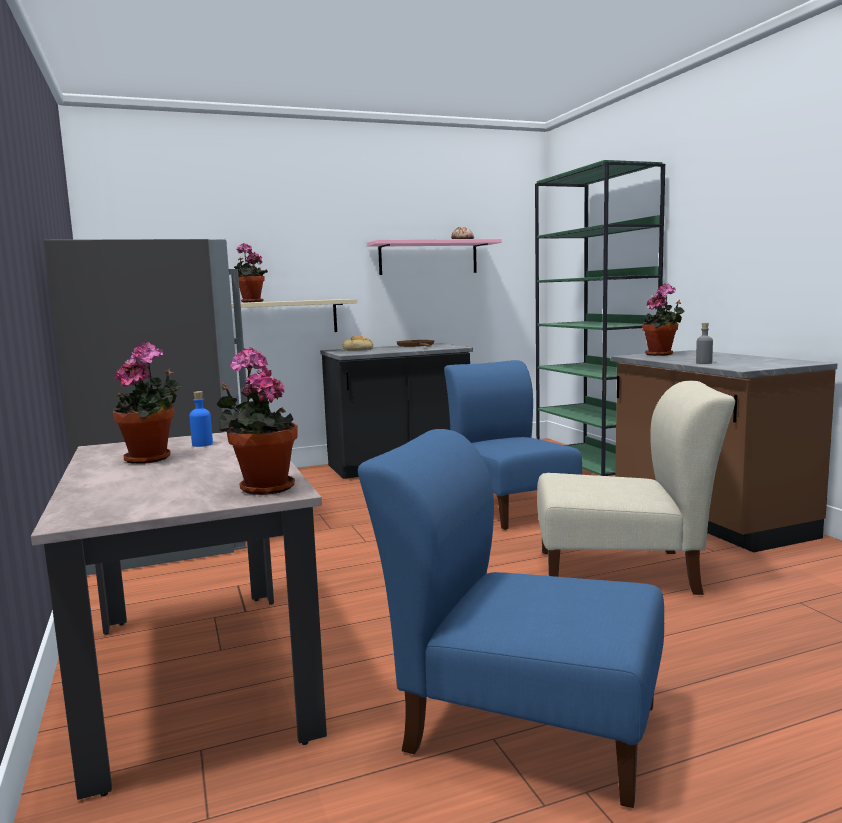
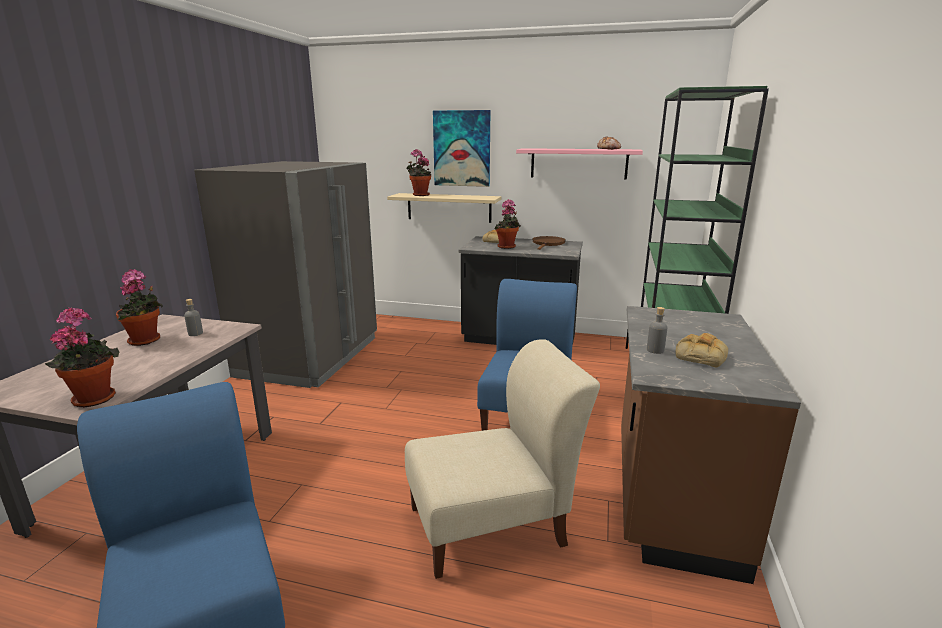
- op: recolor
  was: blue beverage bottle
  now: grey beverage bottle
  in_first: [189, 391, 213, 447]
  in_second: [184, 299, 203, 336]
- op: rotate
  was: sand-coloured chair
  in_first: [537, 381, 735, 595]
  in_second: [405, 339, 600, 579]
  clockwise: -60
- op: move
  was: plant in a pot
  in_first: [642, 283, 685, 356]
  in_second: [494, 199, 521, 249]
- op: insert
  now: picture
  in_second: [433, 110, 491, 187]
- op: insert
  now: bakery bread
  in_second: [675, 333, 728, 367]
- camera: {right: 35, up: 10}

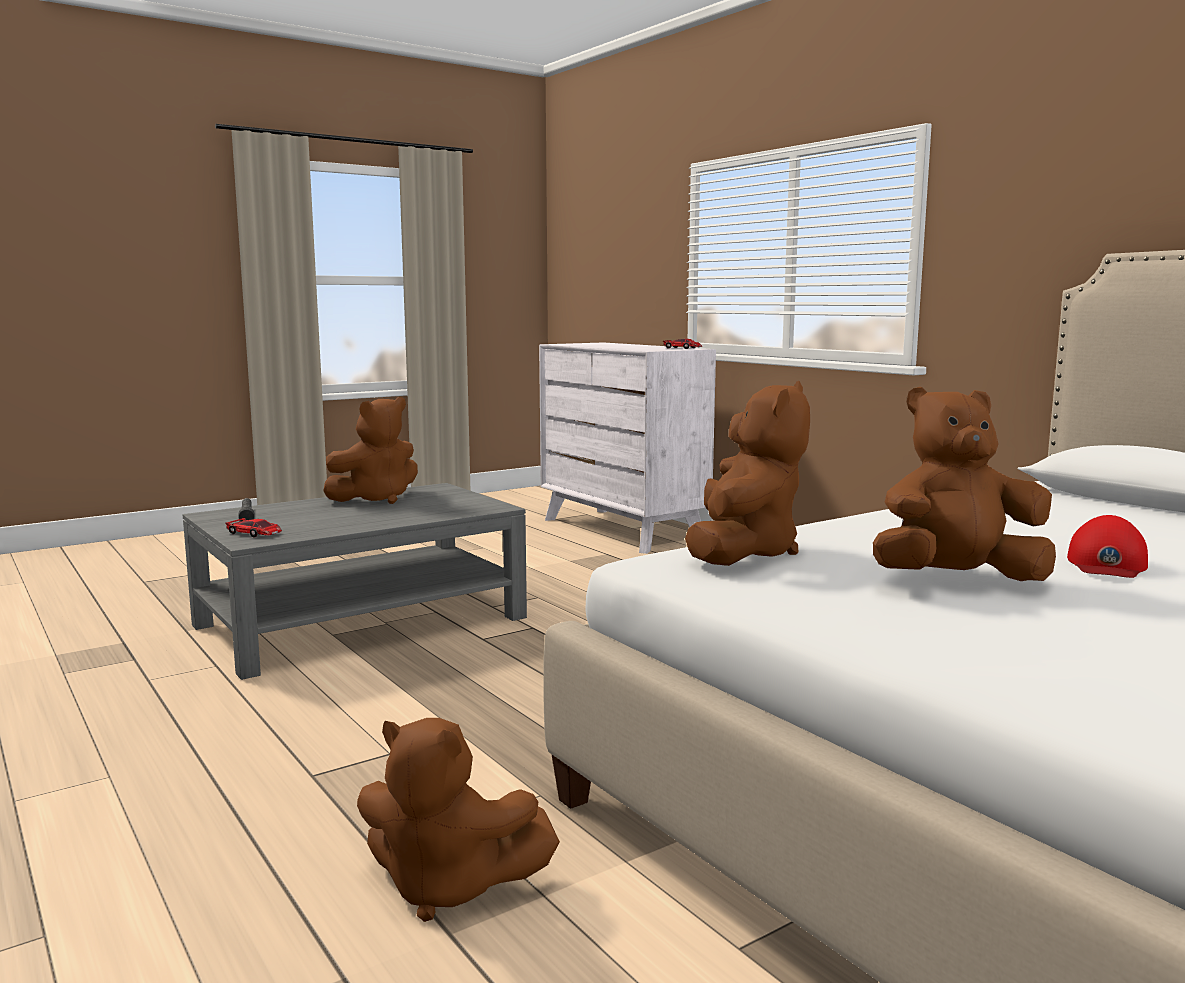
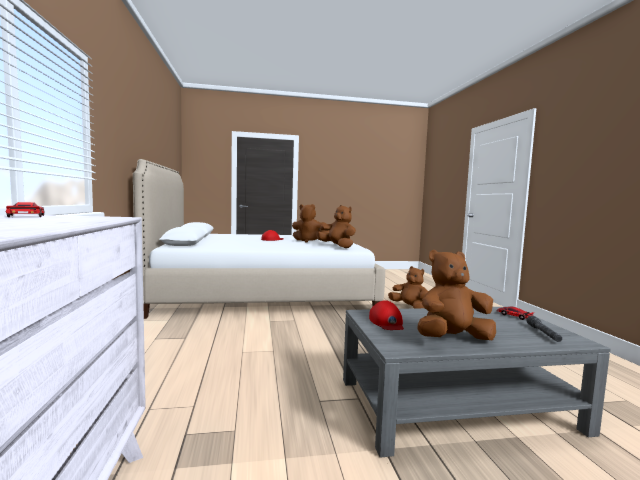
- op: rotate
  was: brown-coloured soft toy
  in_first: [685, 381, 810, 566]
  in_second: [316, 205, 356, 248]
  clockwise: 90
- op: insert
  now: red-coloured baseball cap
  in_second: [369, 300, 404, 330]
- camera: {right: -155, up: -5}

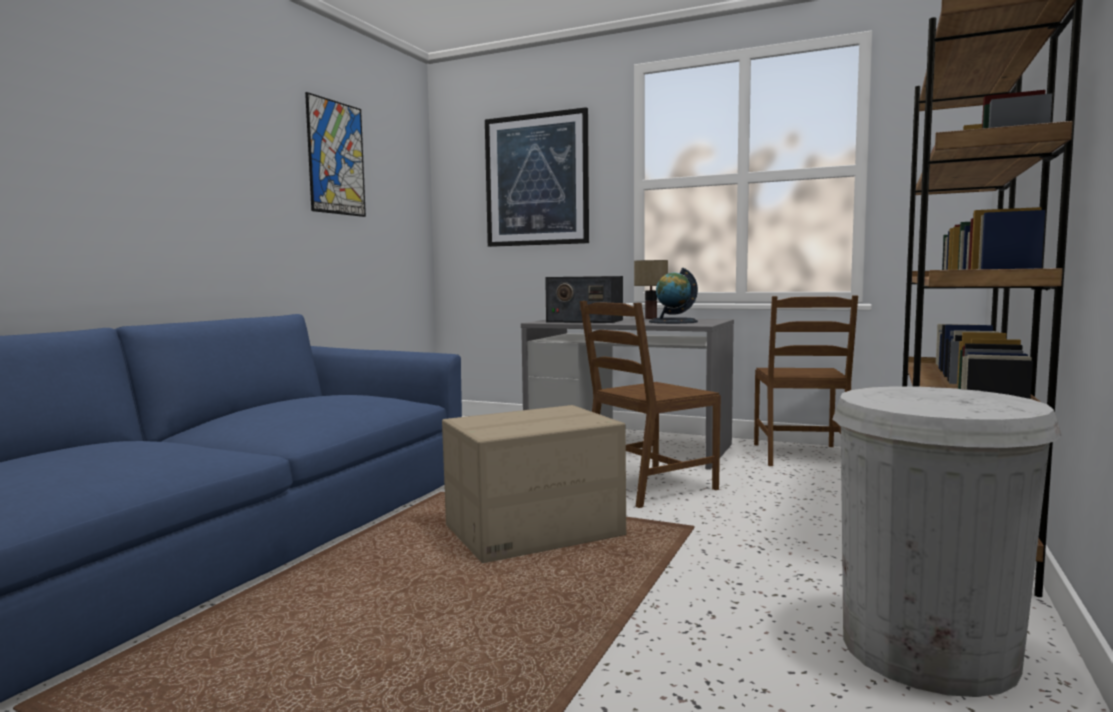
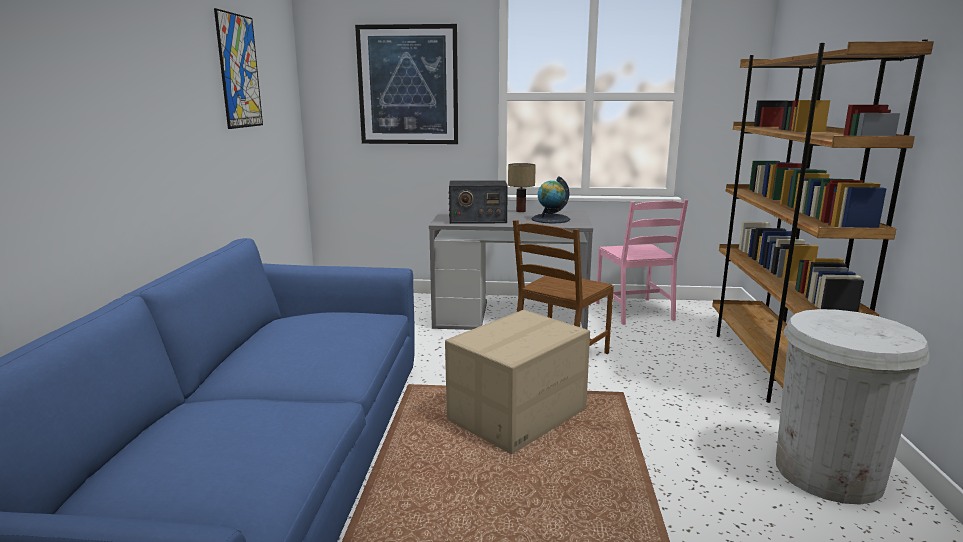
- op: recolor
  was: brown-coloured chair
  now: pinkish chair
  in_first: [754, 296, 858, 466]
  in_second: [596, 199, 688, 325]
- camera: {right: -20, up: 10}

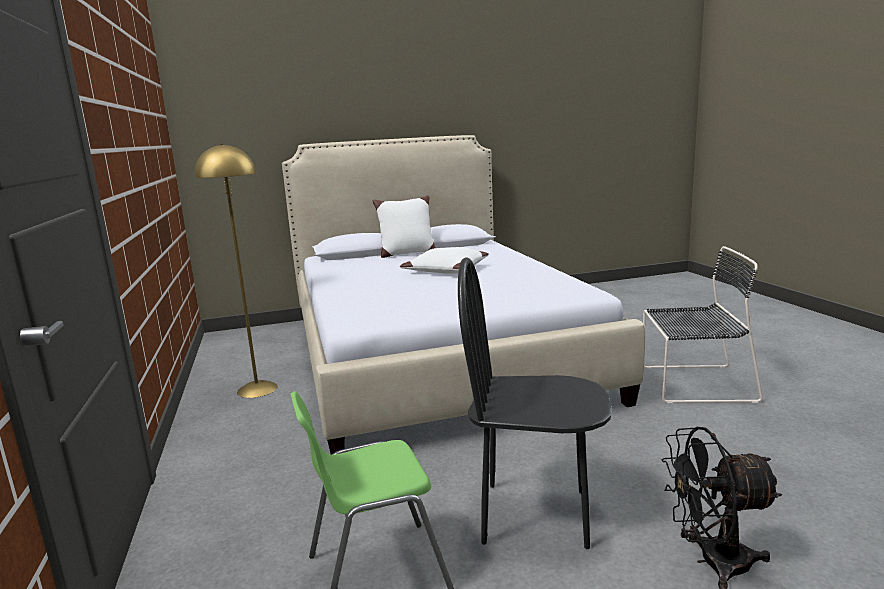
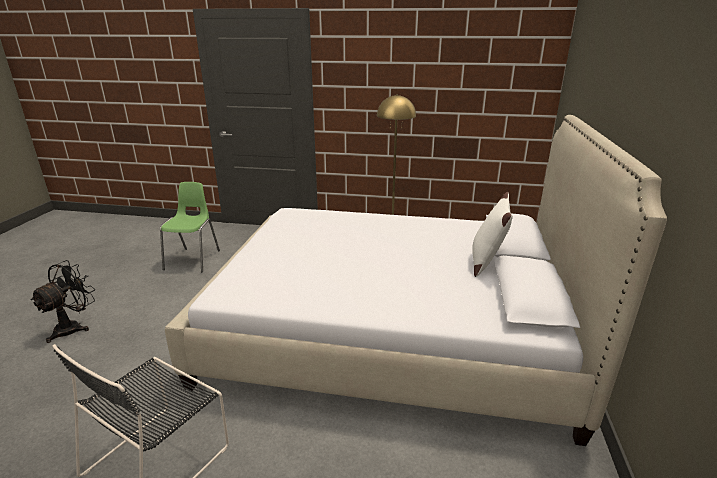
- op: delete
  was: whitish pillow
  in_first: [400, 247, 489, 274]
- op: delete
  was: blackish chair
  in_first: [458, 257, 612, 549]
- camera: {right: 115, up: 10}

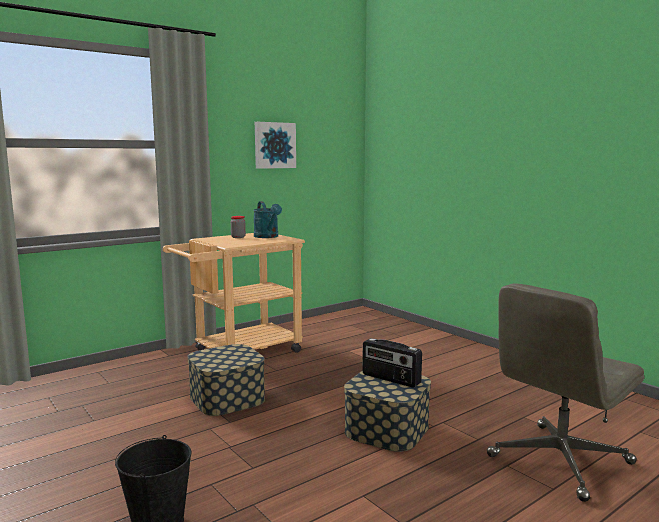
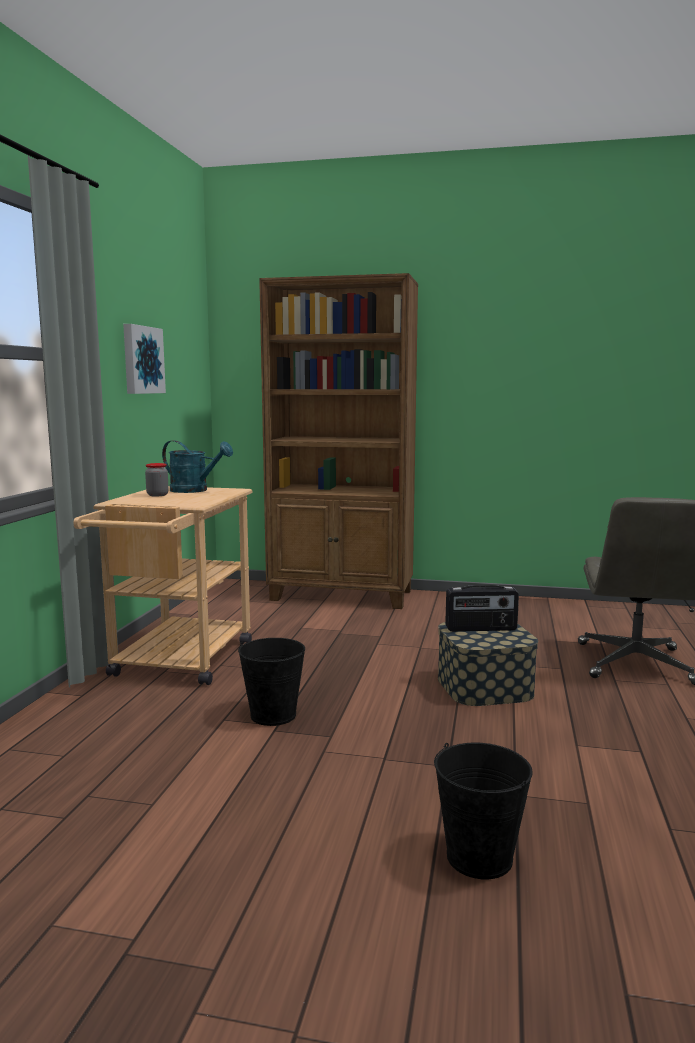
- op: replace
  was: storage box
  now: blackish pail
  in_first: [187, 344, 265, 416]
  in_second: [238, 638, 305, 726]
- op: insert
  now: brown-coloured bookcase
  in_second: [259, 273, 418, 609]
- camera: {right: -40, up: 0}

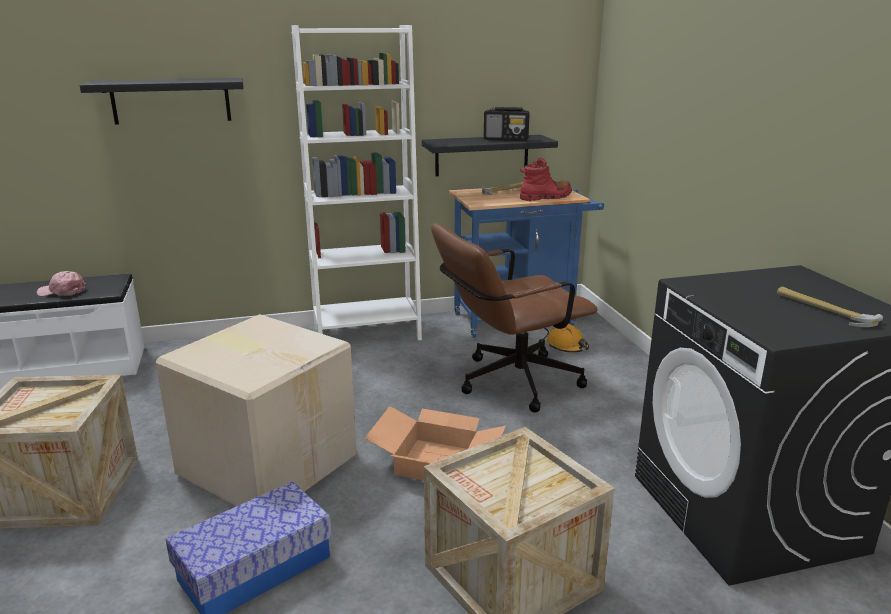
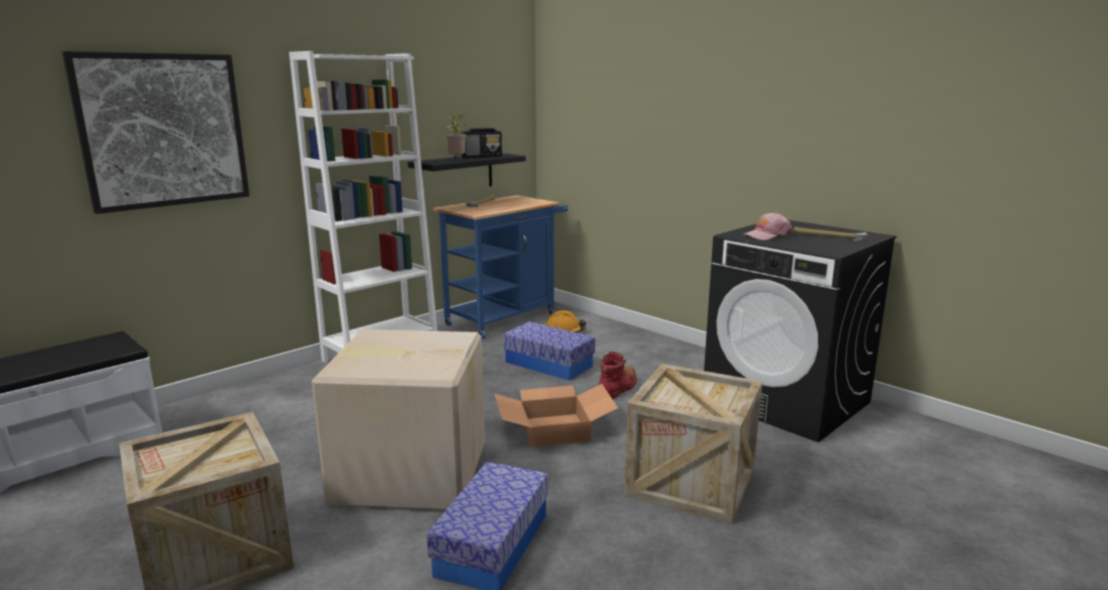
- op: move
  was: pinkish baseball cap
  in_first: [37, 271, 86, 296]
  in_second: [743, 212, 793, 240]
- op: replace
  was: blackish shelf
  now: picture
  in_first: [80, 78, 243, 125]
  in_second: [62, 51, 250, 214]
- op: replace
  was: brown-coloured desk chair
  now: storage box
  in_first: [431, 223, 598, 413]
  in_second: [503, 321, 595, 381]
- op: move
  was: red-coloured high-top boot
  in_first: [520, 158, 572, 202]
  in_second: [598, 352, 637, 400]
- op: insert
  now: plant in a pot
  in_second: [446, 115, 466, 159]
- camera: {right: -30, up: -5}

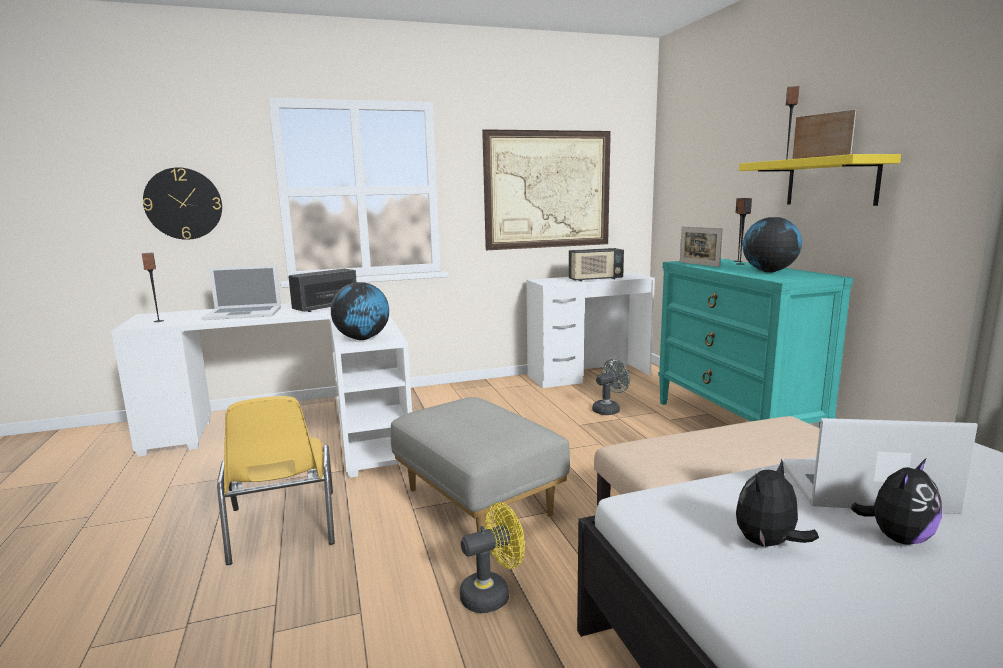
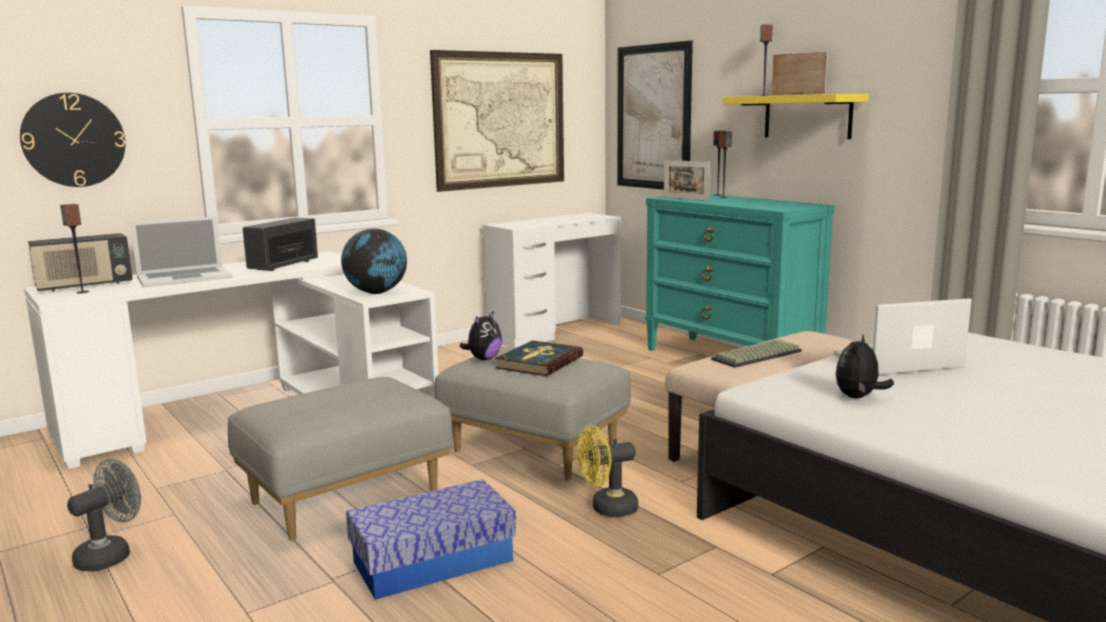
- op: replace
  was: yellow chair
  now: grey pouffe
  in_first: [217, 396, 335, 565]
  in_second: [228, 377, 453, 541]
- op: rotate
  was: yellow fan
  in_first: [460, 502, 525, 613]
  in_second: [577, 425, 638, 517]
  clockwise: -150
- op: move
  was: radio
  in_first: [569, 248, 624, 282]
  in_second: [28, 233, 133, 292]
- op: move
  was: grey fan
  in_first: [592, 359, 630, 415]
  in_second: [67, 459, 141, 571]
- op: delete
  was: world globe
  in_first: [743, 217, 802, 272]
- op: move
  was: soft toy
  in_first: [851, 459, 942, 545]
  in_second: [459, 310, 502, 360]
- op: insert
  now: storage box
  in_second: [346, 479, 516, 600]
- op: insert
  now: book
  in_second: [495, 340, 583, 376]
- op: insert
  now: picture
  in_second: [617, 40, 693, 189]
- op: insert
  now: computer keyboard
  in_second: [711, 340, 802, 368]
- camera: {right: -20, up: 0}

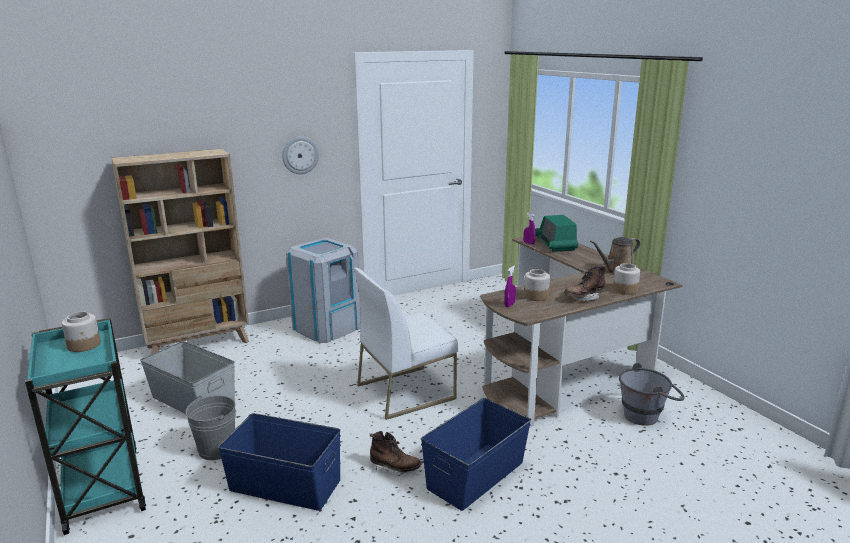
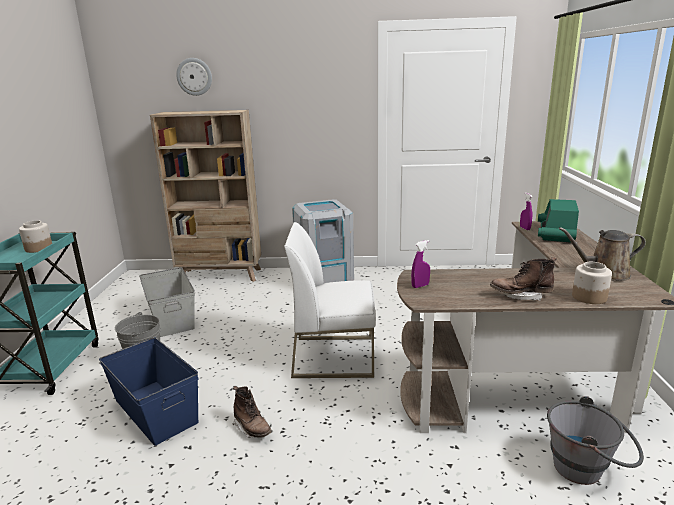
- op: move
  was: wall clock
  in_first: [282, 136, 319, 174]
  in_second: [176, 58, 212, 96]
- op: delete
  was: blue storage box
  in_first: [421, 398, 531, 511]
- op: delete
  was: preserve jar
  in_first: [524, 269, 550, 301]
- camera: {right: 30, up: 0}

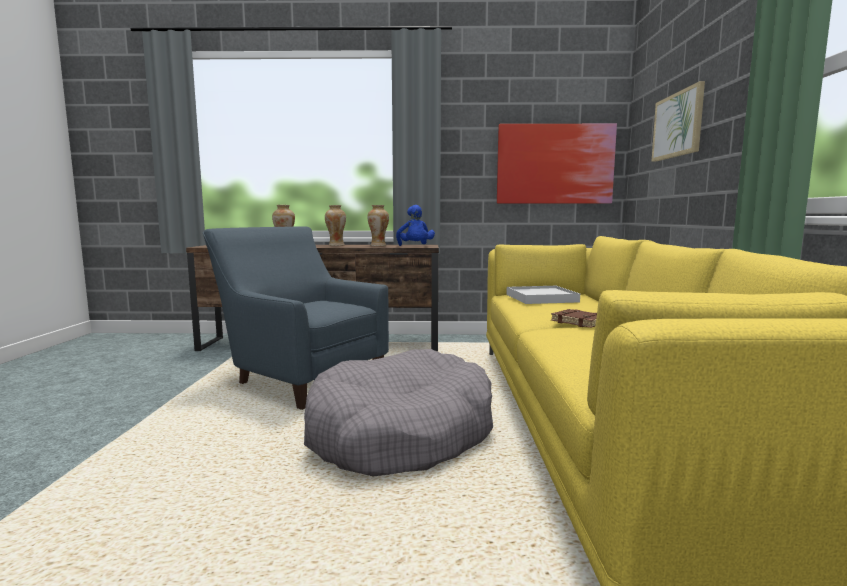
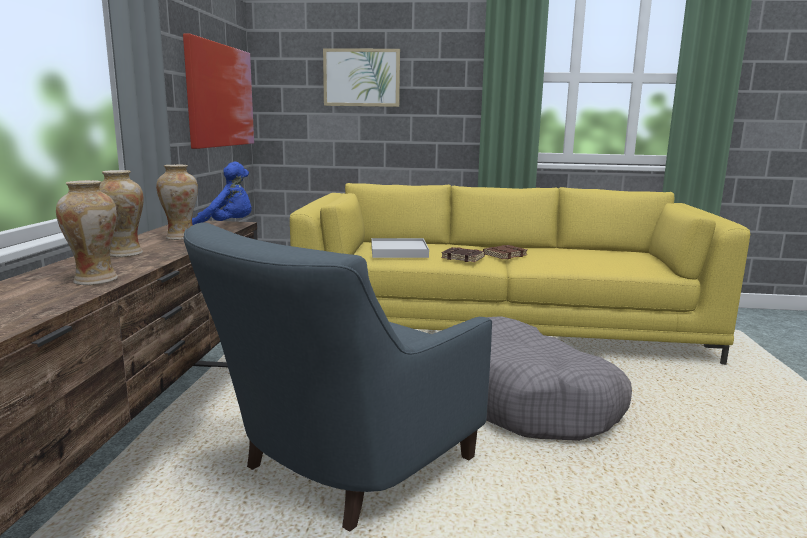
- op: insert
  now: brown-coloured book
  in_second: [441, 247, 485, 262]
- camera: {right: -85, up: 5}

